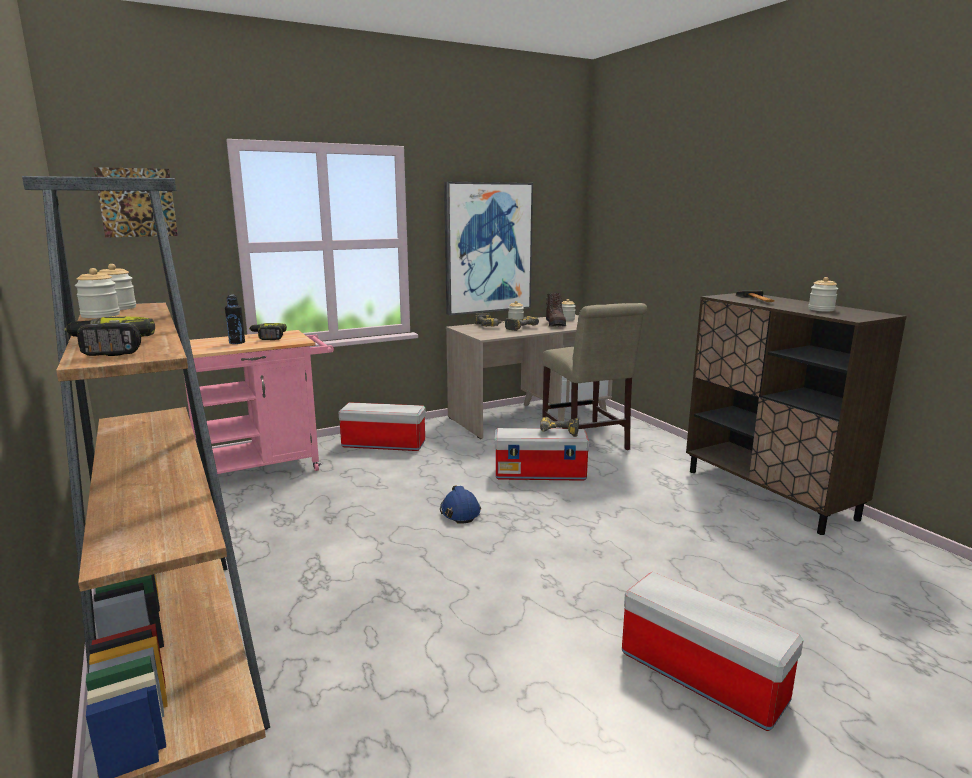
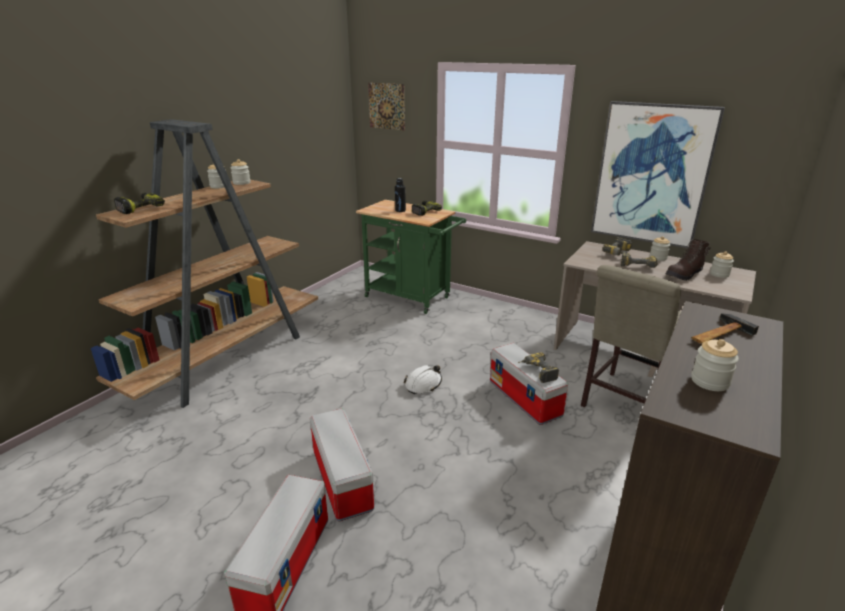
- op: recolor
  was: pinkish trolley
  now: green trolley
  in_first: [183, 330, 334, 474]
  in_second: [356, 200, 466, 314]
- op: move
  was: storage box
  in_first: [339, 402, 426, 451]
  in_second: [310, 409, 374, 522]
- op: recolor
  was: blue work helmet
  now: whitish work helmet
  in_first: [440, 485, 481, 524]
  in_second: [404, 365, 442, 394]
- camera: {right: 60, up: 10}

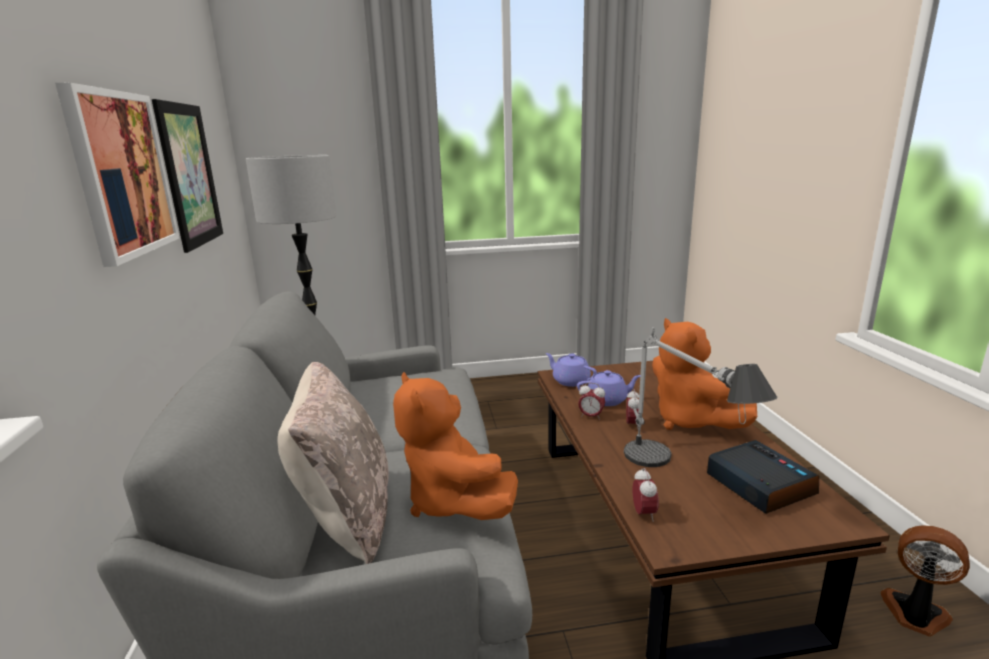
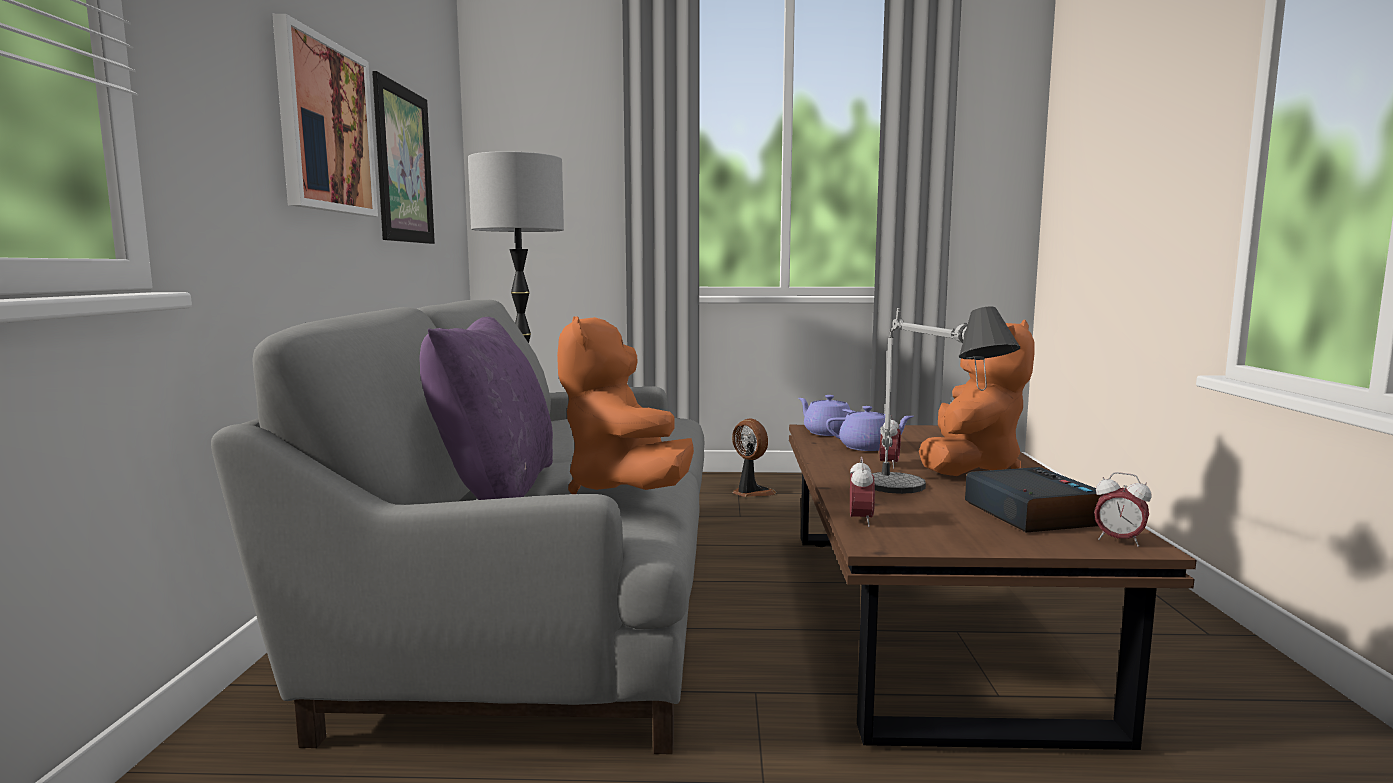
- op: recolor
  was: sand-coloured pillow
  now: purple pillow
  in_first: [277, 362, 389, 564]
  in_second: [419, 317, 553, 500]
- op: move
  was: bedside clock
  in_first: [578, 382, 605, 420]
  in_second: [1094, 472, 1152, 547]
- op: rotate
  was: orange-coloured soft toy
  in_first: [652, 318, 757, 430]
  in_second: [919, 320, 1035, 476]
  clockwise: -135
- op: move
  was: fan
  in_first: [880, 525, 970, 637]
  in_second: [732, 418, 776, 497]
- camera: {right: 10, up: -10}

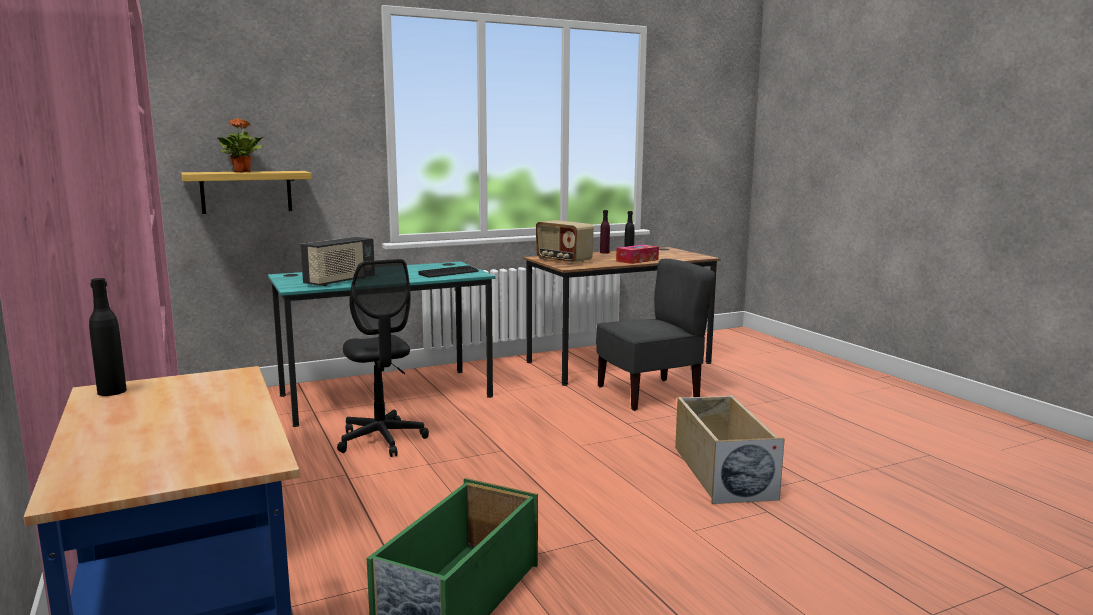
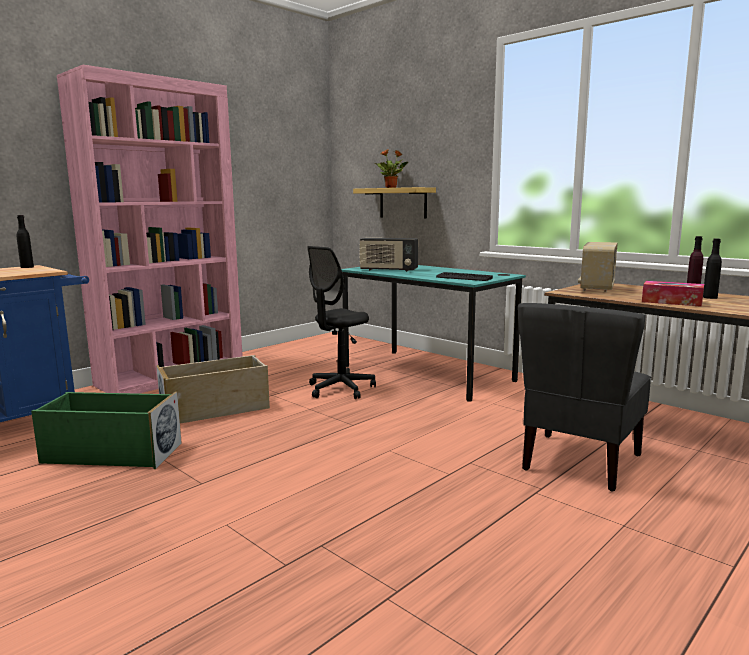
- op: rotate
  was: grey chair
  in_first: [596, 259, 715, 411]
  in_second: [518, 303, 651, 491]
  clockwise: 75
- op: move
  was: sand-coloured storage box
  in_first: [675, 395, 785, 504]
  in_second: [156, 355, 270, 424]
- camera: {right: 70, up: 0}

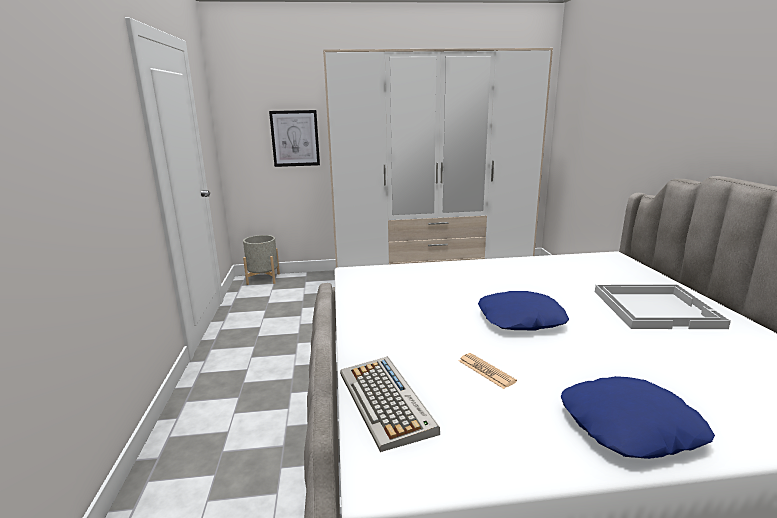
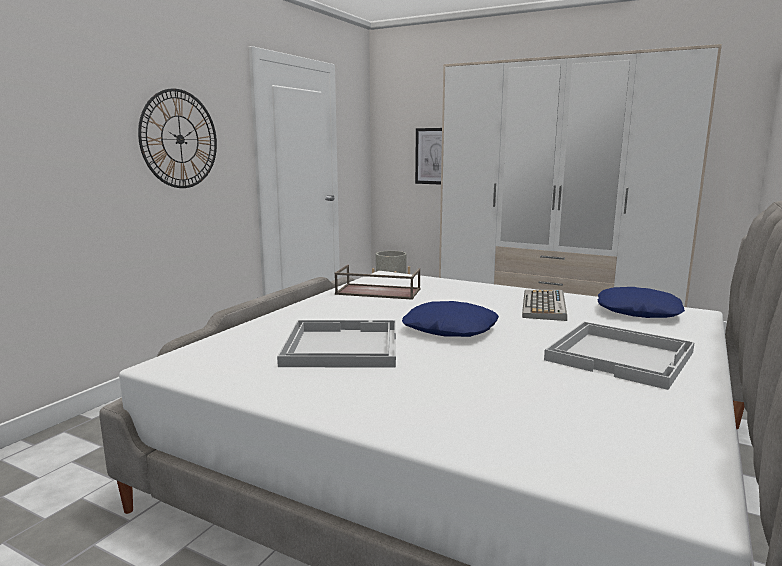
- op: move
  was: computer keyboard
  in_first: [340, 357, 440, 452]
  in_second: [522, 290, 567, 321]
- op: replace
  was: printed paper
  now: whitish tray
  in_first: [459, 353, 517, 389]
  in_second: [277, 320, 396, 368]
- op: move
  was: blue pillow
  in_first: [561, 376, 715, 459]
  in_second: [597, 287, 685, 318]
- op: insert
  now: wall clock
  in_second: [138, 88, 217, 188]
- op: insert
  now: brown-coloured tray
  in_second: [334, 265, 420, 300]
- camera: {right: 35, up: -5}

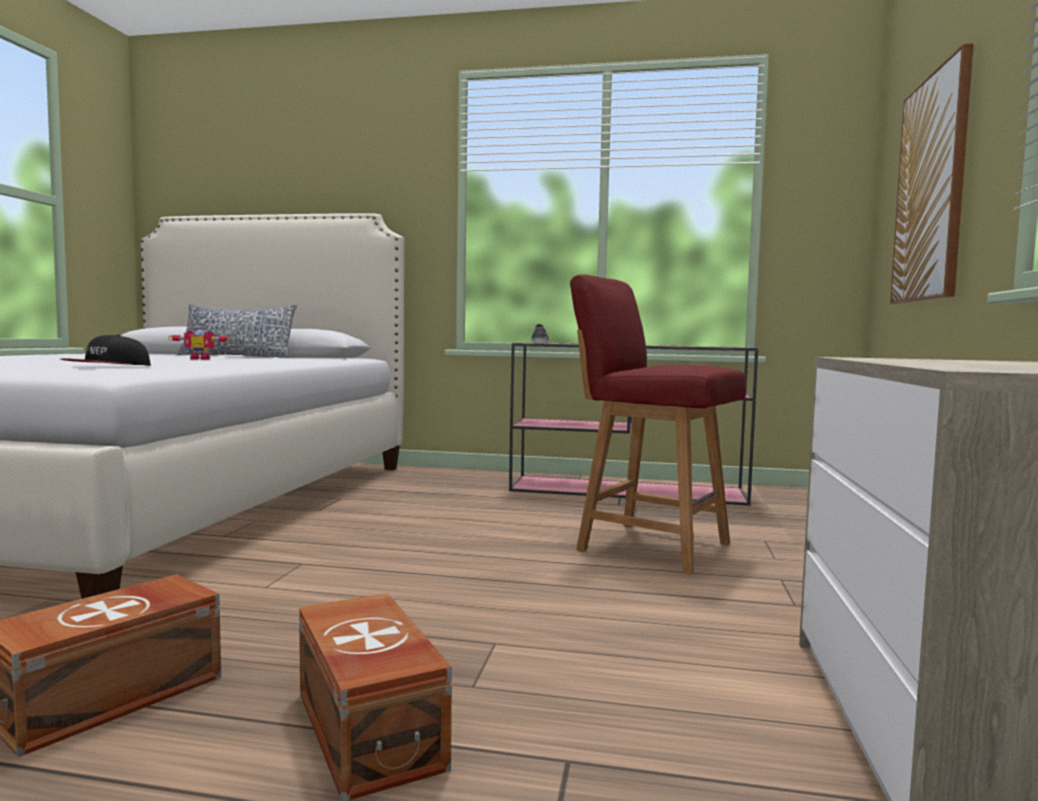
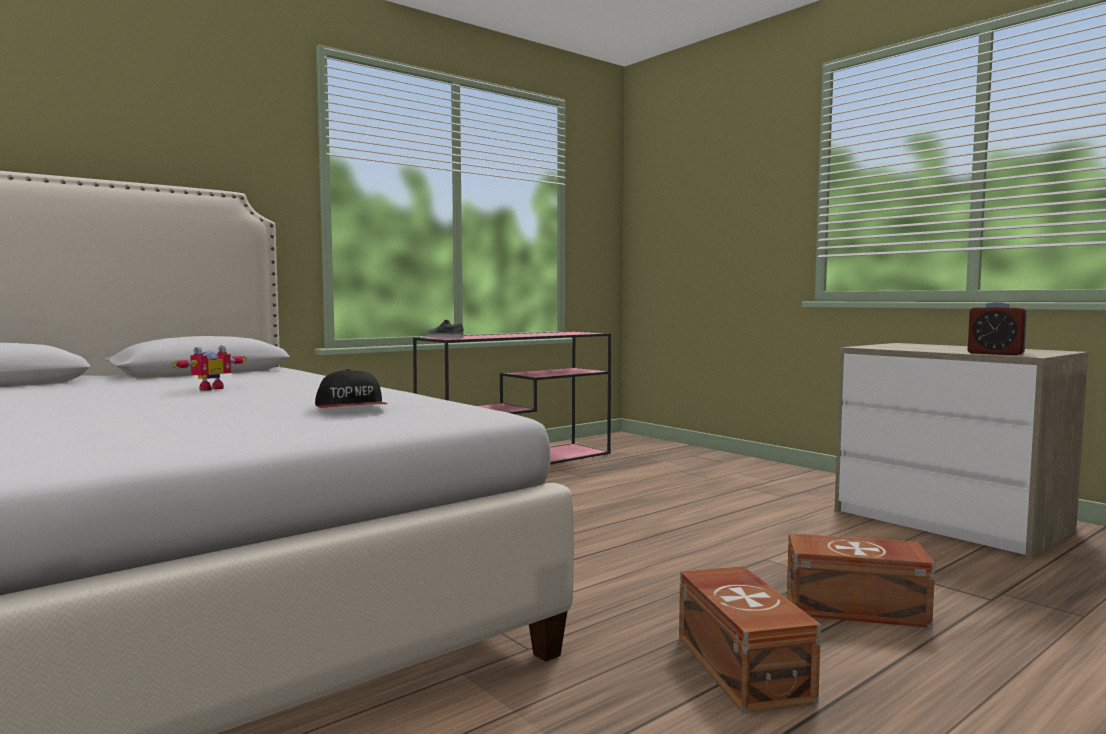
- op: delete
  was: pillow
  in_first: [177, 304, 297, 358]
- op: delete
  was: red-coloured chair
  in_first: [570, 274, 746, 574]
- op: delete
  was: picture
  in_first: [890, 44, 974, 304]
- op: insert
  now: bedside clock
  in_second: [968, 302, 1027, 355]
- camera: {right: -50, up: 0}

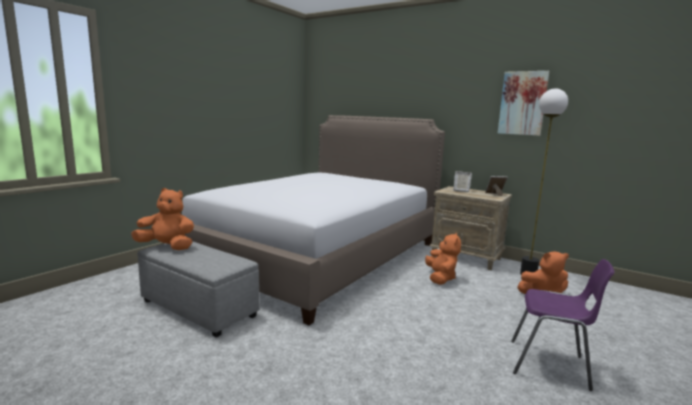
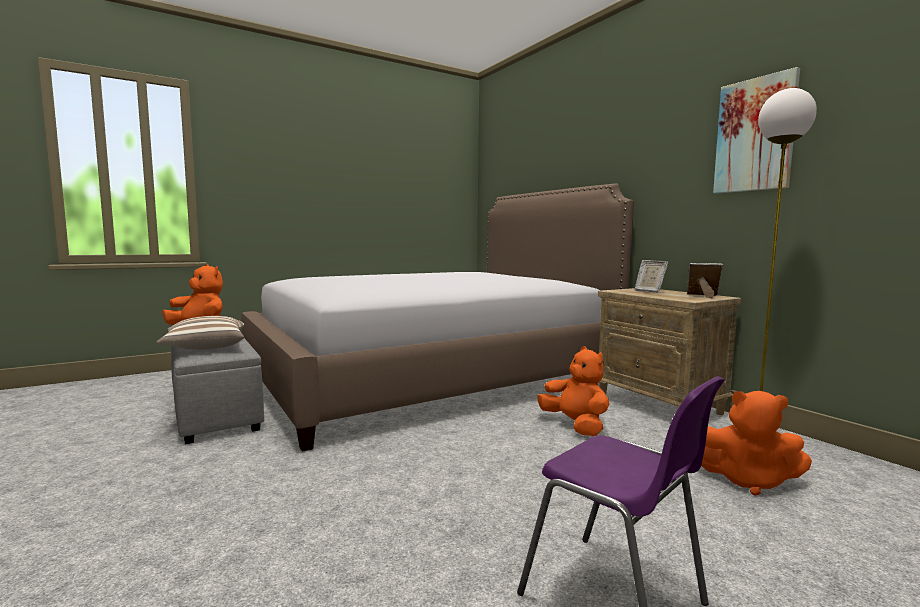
- op: rotate
  was: orange-coloured soft toy
  in_first: [425, 233, 461, 285]
  in_second: [537, 346, 609, 436]
  clockwise: -60
- op: insert
  now: pillow
  in_second: [156, 316, 244, 350]
- camera: {right: 25, up: -5}

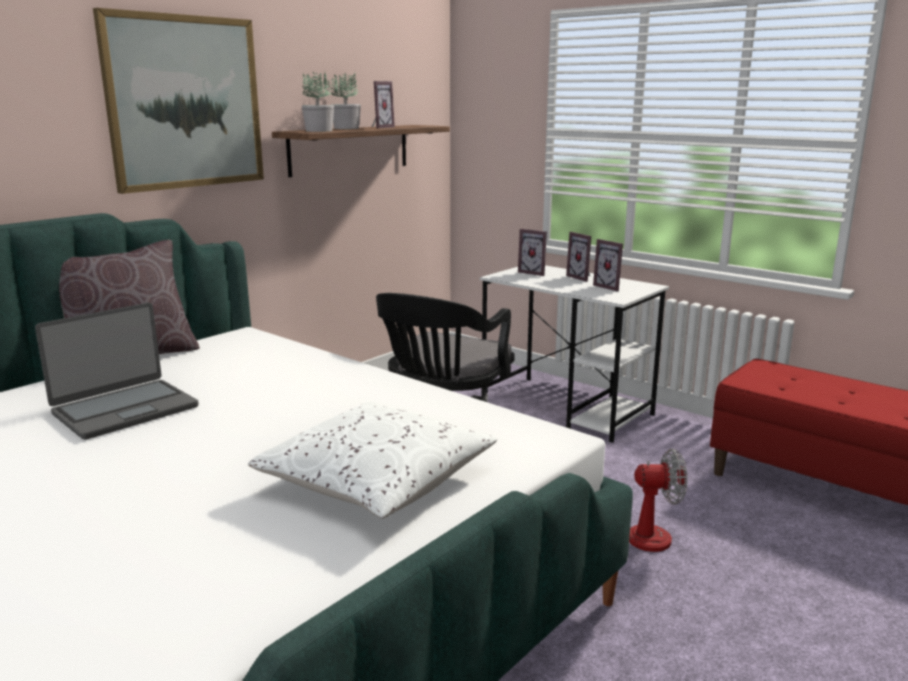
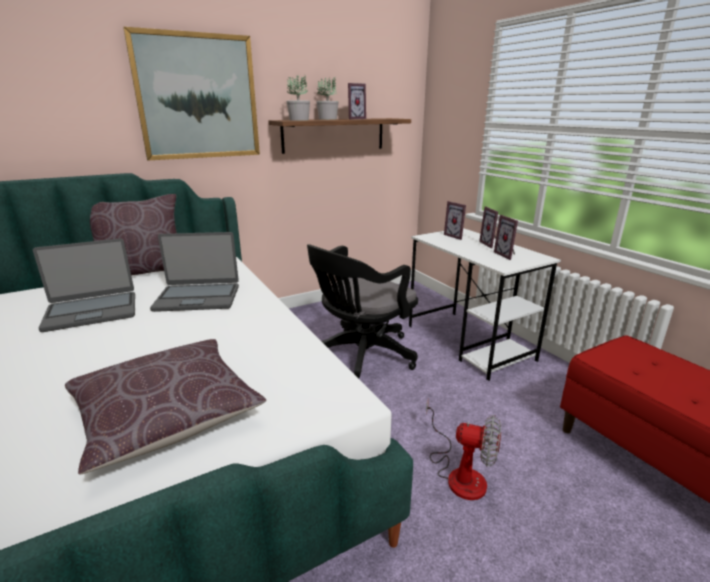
- op: recolor
  was: whitish pillow
  now: brown-coloured pillow
  in_first: [248, 402, 497, 519]
  in_second: [65, 339, 267, 475]
- op: insert
  now: notebook computer
  in_second: [150, 232, 239, 312]
- camera: {right: 20, up: 5}

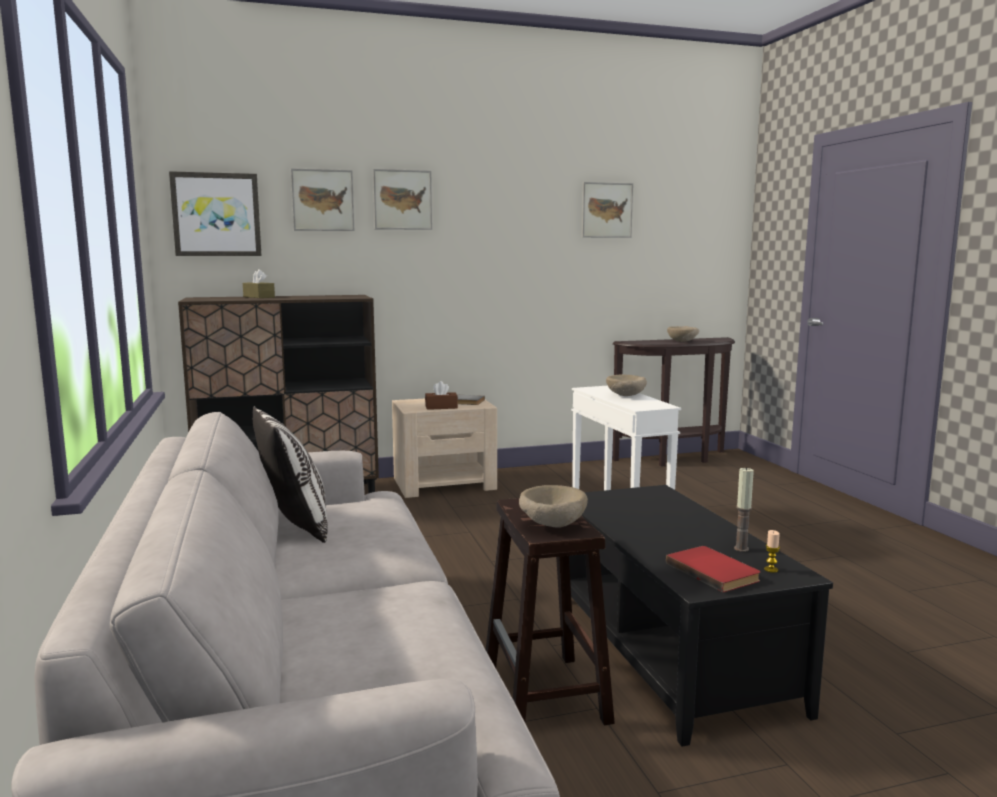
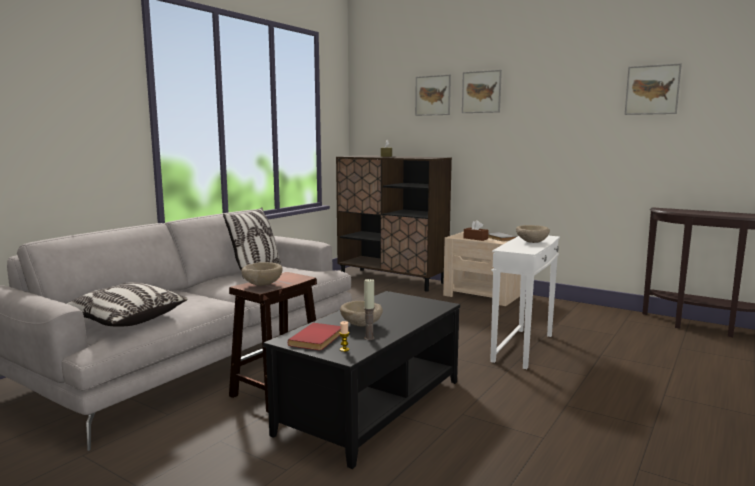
- op: delete
  was: picture
  in_first: [169, 171, 262, 256]
- op: move
  was: sand-coloured serving bowl
  in_first: [667, 326, 699, 342]
  in_second: [340, 301, 383, 326]
- op: insert
  now: pillow
  in_second: [66, 282, 187, 327]
- camera: {right: 50, up: 0}

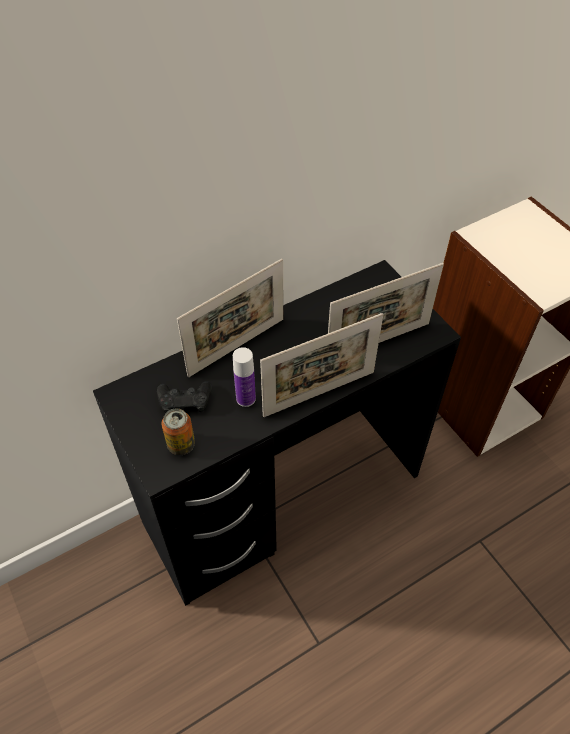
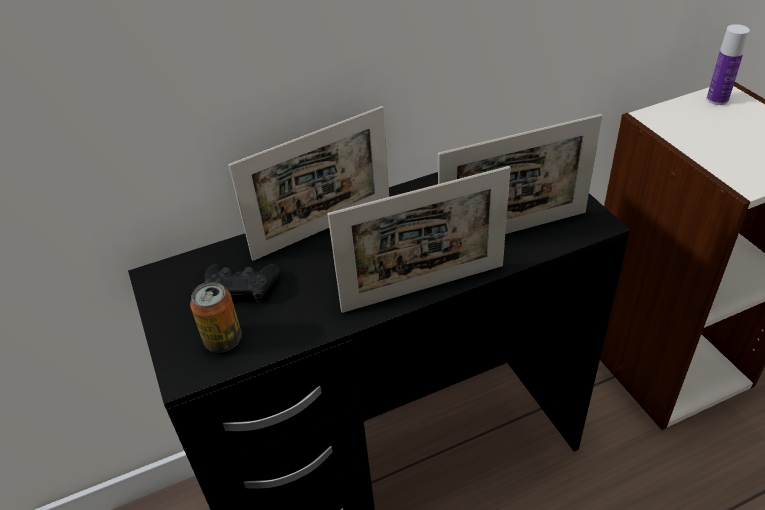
- op: move
  was: beverage bottle
  in_first: [233, 347, 256, 407]
  in_second: [707, 24, 750, 105]
- camera: {right: 10, up: -10}

